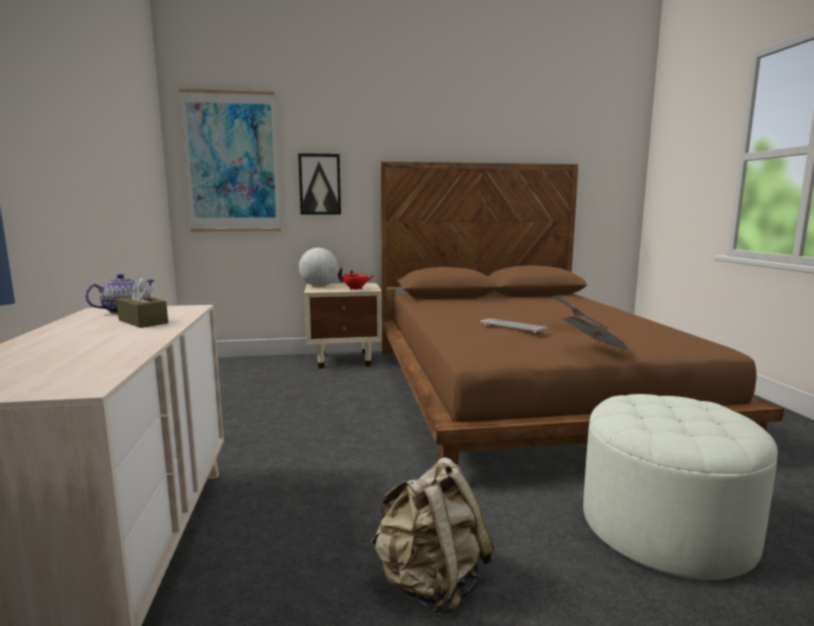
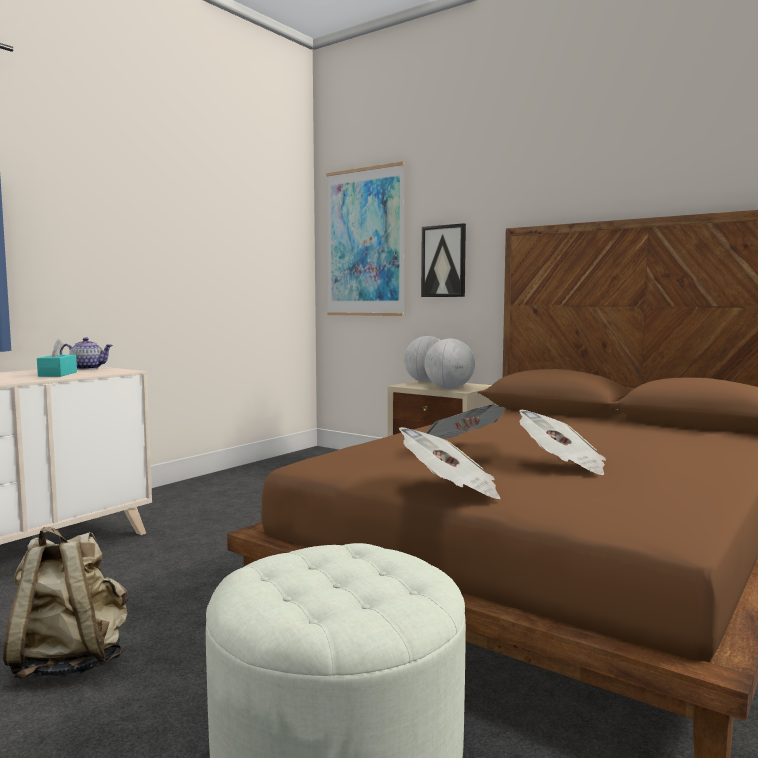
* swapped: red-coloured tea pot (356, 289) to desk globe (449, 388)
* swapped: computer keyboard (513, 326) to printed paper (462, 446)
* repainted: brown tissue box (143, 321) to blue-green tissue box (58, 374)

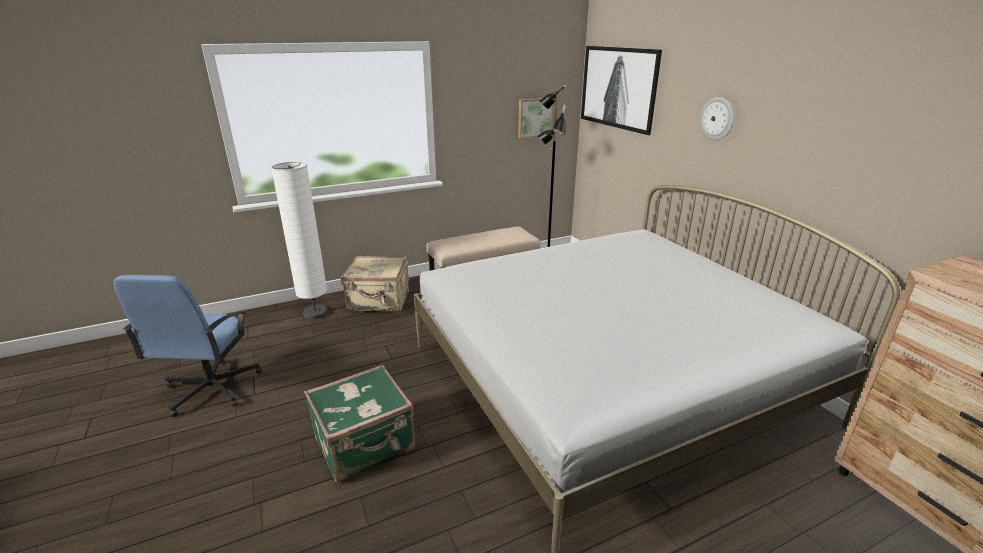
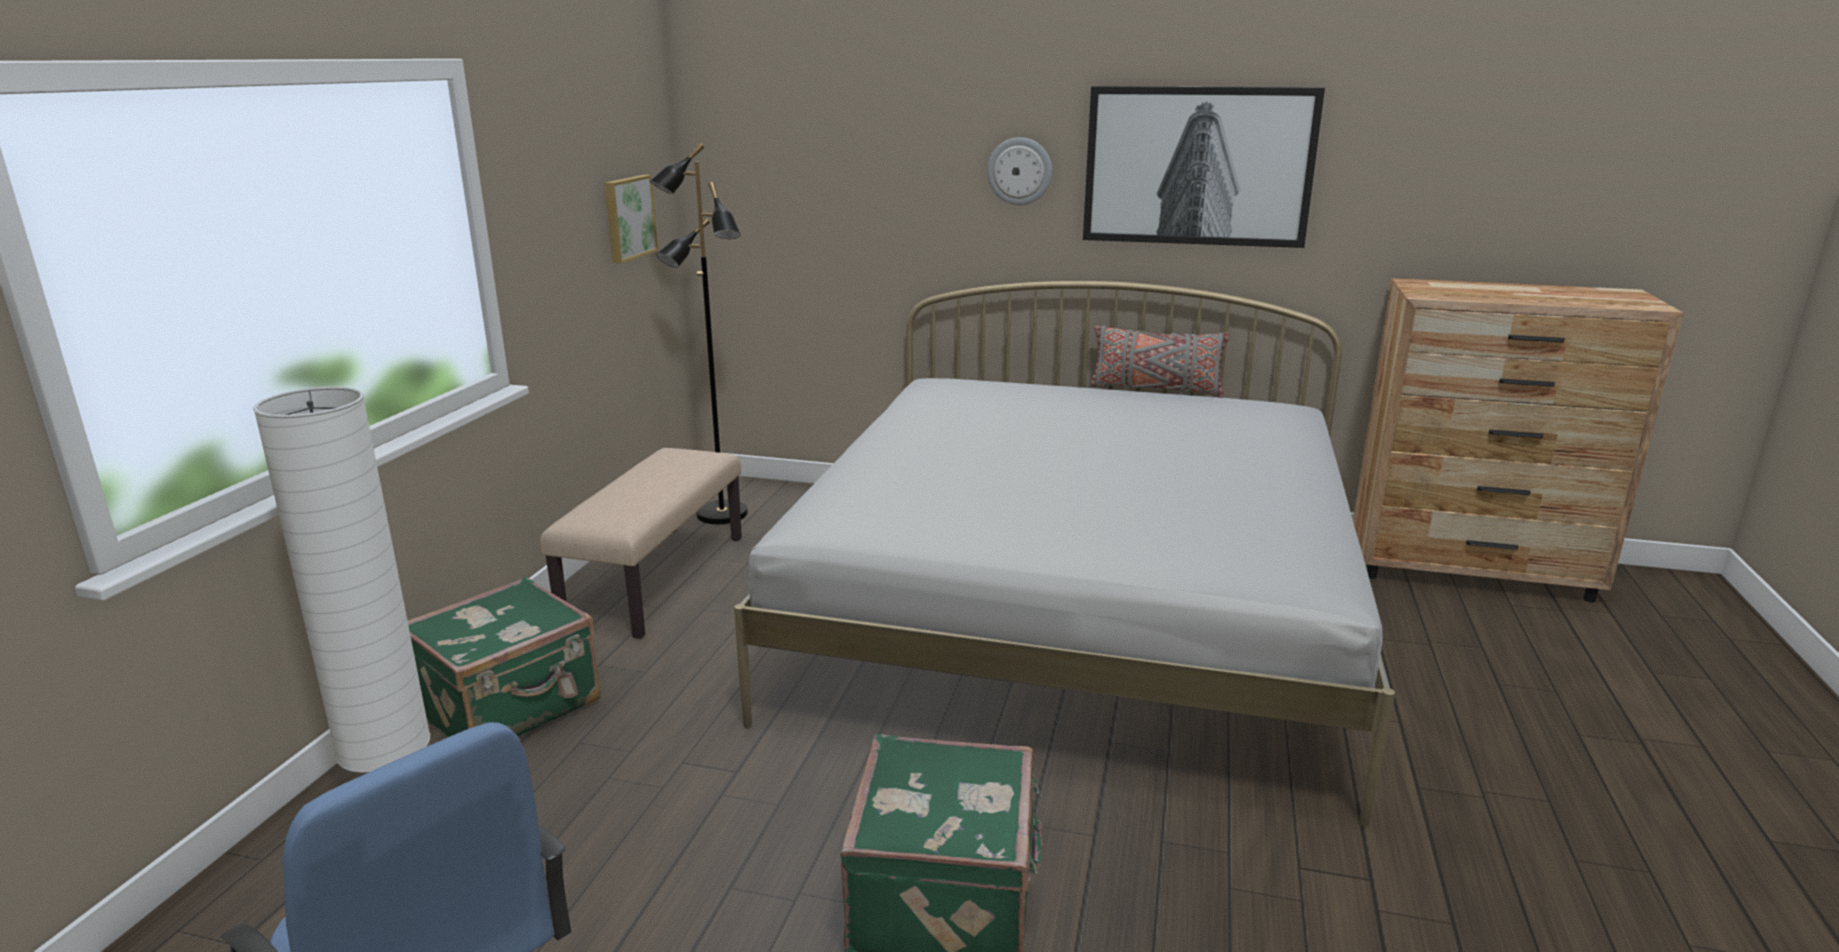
* new: greyish throw pillow (1155, 389)
* shifted: picture (618, 88) to (1198, 166)
* repainted: beige piece of luggage (379, 301) to green piece of luggage (511, 708)

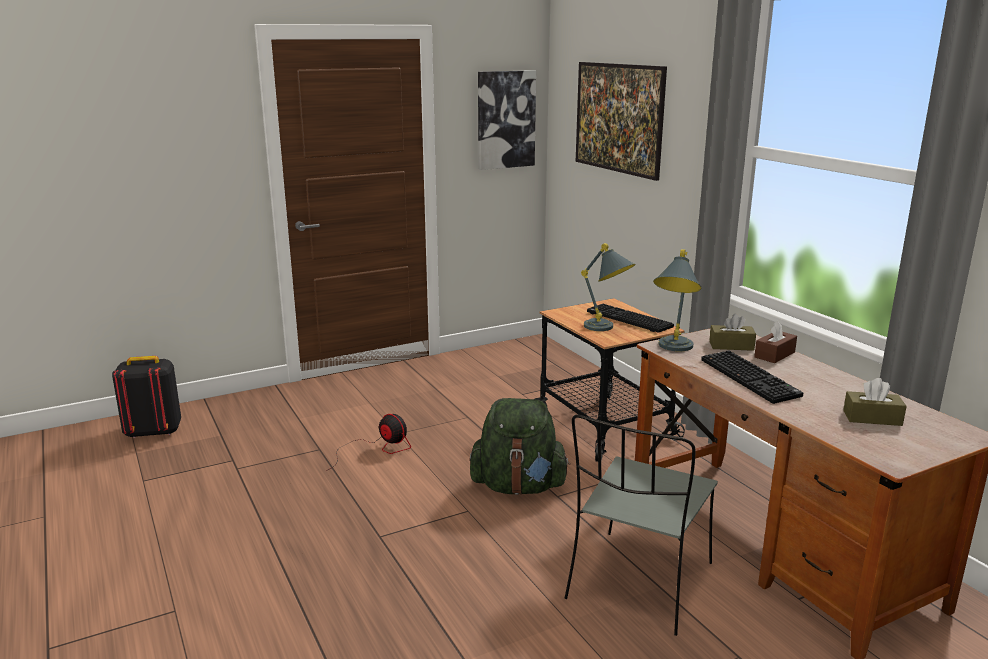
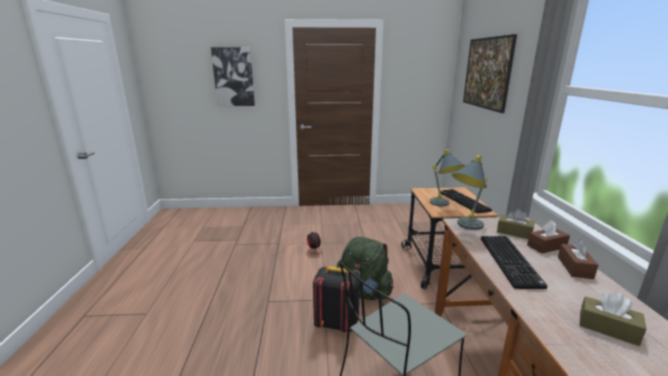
* new: brown tissue box (574, 267)
* shifted: blackish backpack (153, 432) to (336, 323)
* shifted: picture (505, 119) to (233, 77)

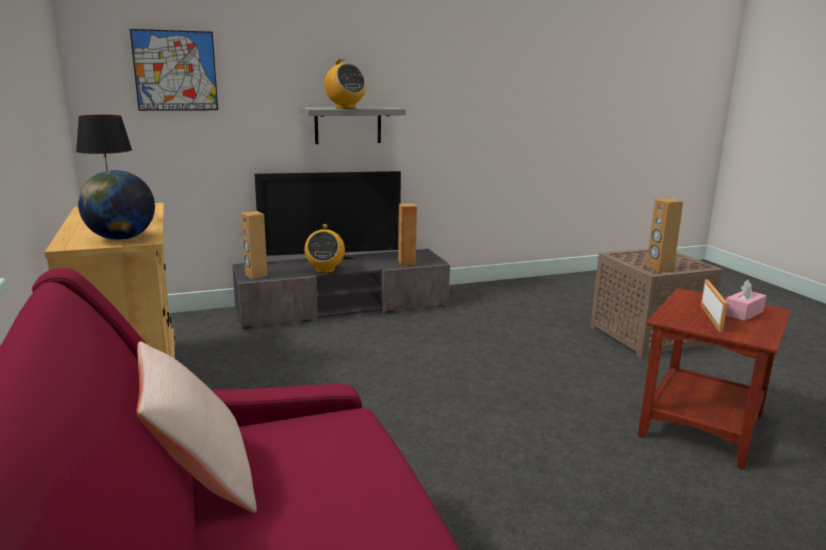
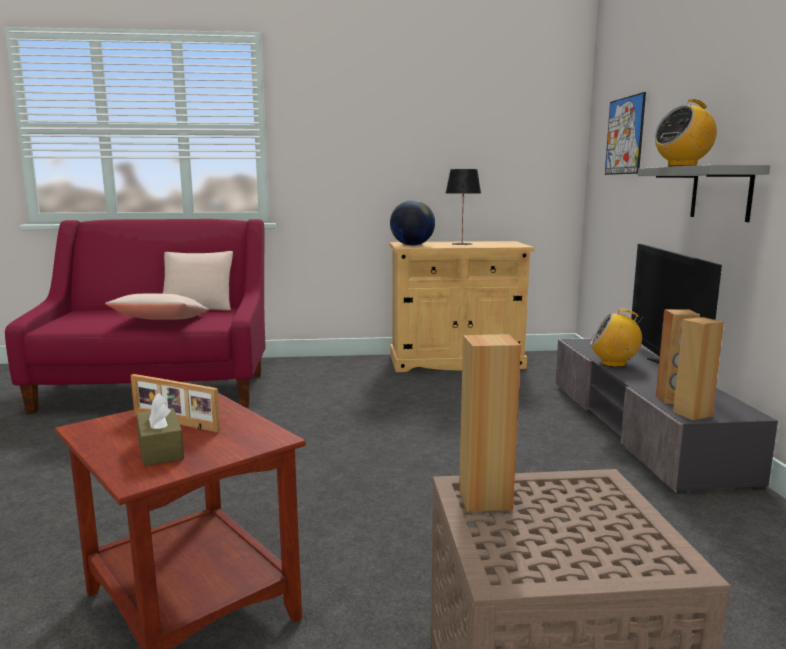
* new: beige throw pillow (161, 322)
* shifted: brown speaker (256, 275) to (691, 414)
* repainted: pink tissue box (743, 313) to brown tissue box (160, 449)

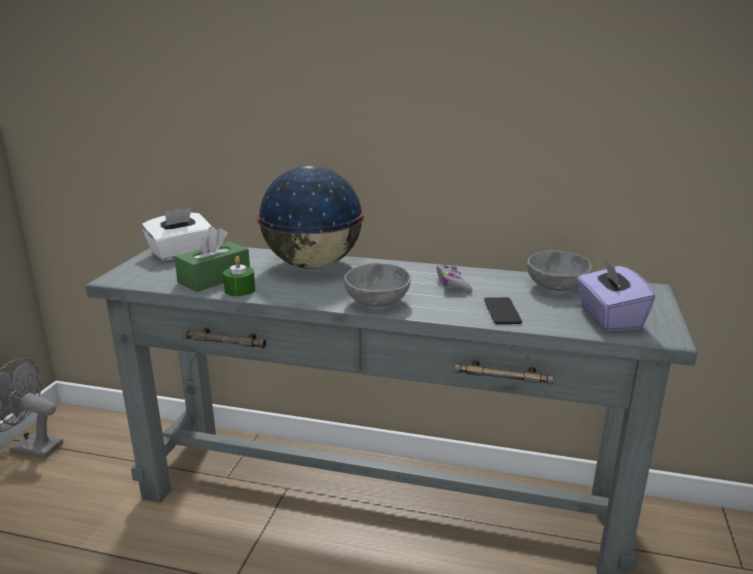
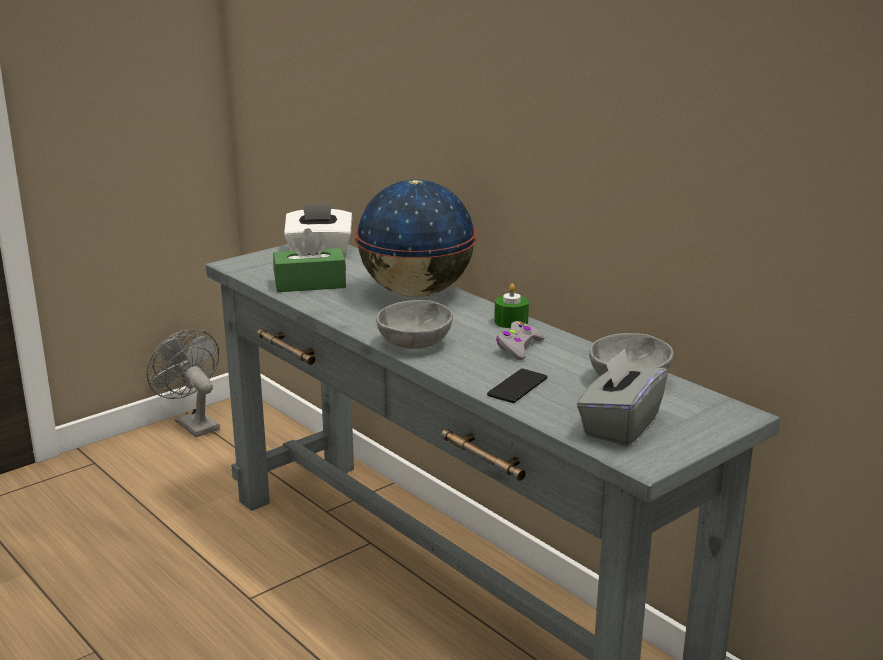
* shifted: green wax candle (240, 290) to (511, 321)
* repainted: purplish tissue box (609, 318) to greyish tissue box (619, 426)

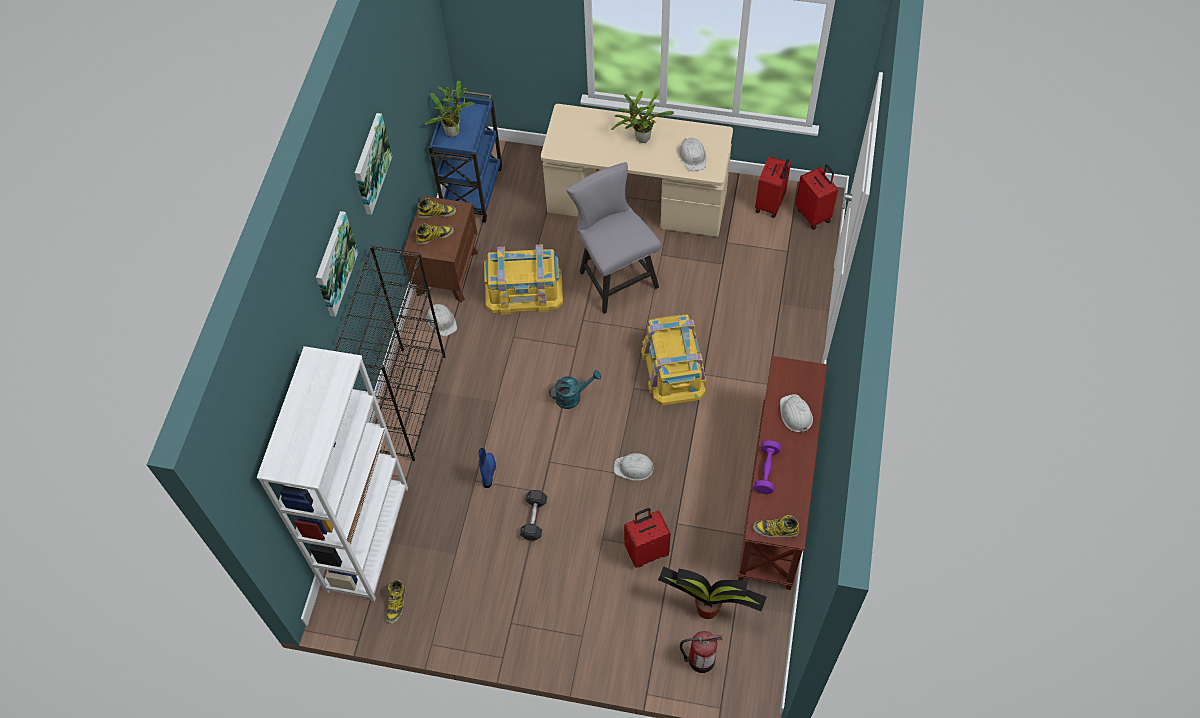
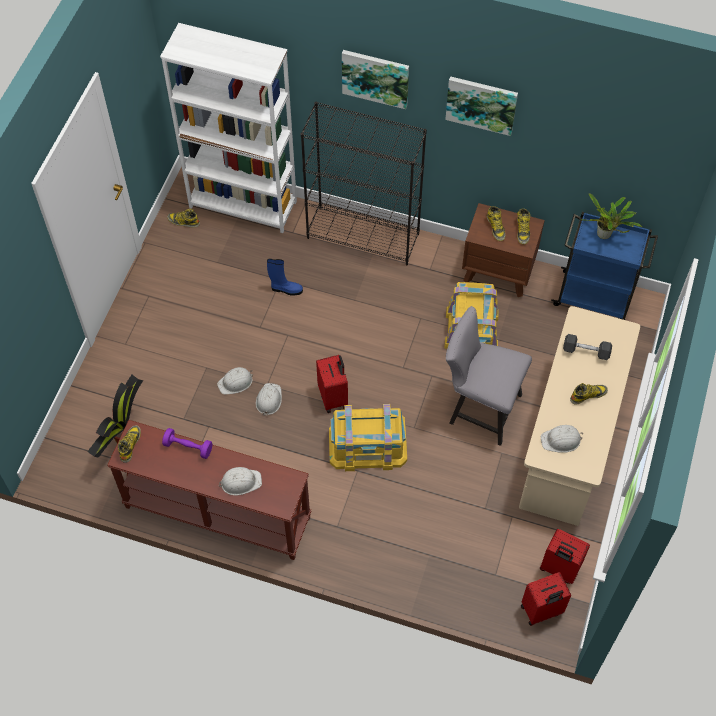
* gone: blue-green sprinkling can (573, 396)
* gone: fire extinguisher (699, 660)
* shifted: white work helmet (441, 321) to (236, 382)
* shifted: greyish dumbbell (534, 518) to (586, 351)
* shifted: red-coloured piece of luggage (646, 551) to (334, 397)
* swapped: houseplant (640, 138) to boot (588, 395)
* rotated: greyish chair (614, 276) = (479, 408) 135 degrees counterclockwise

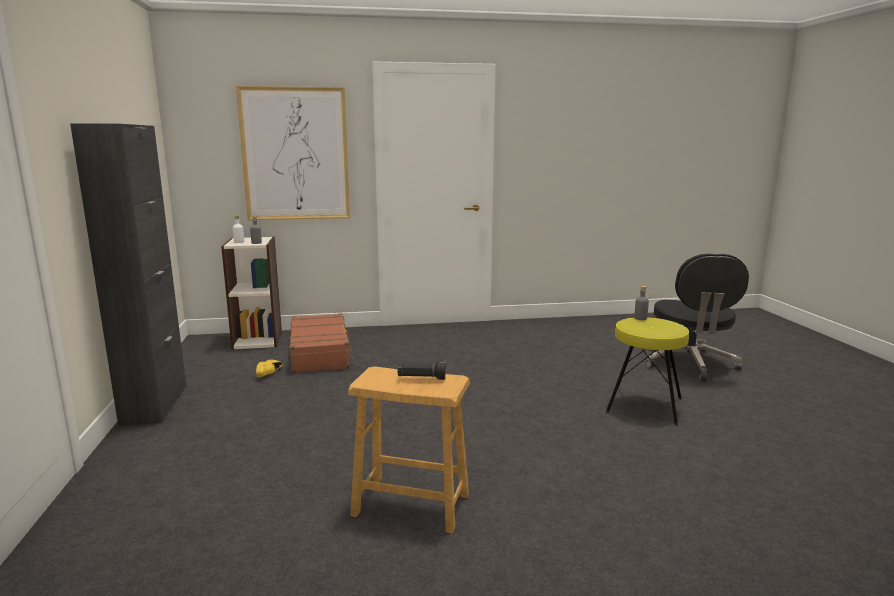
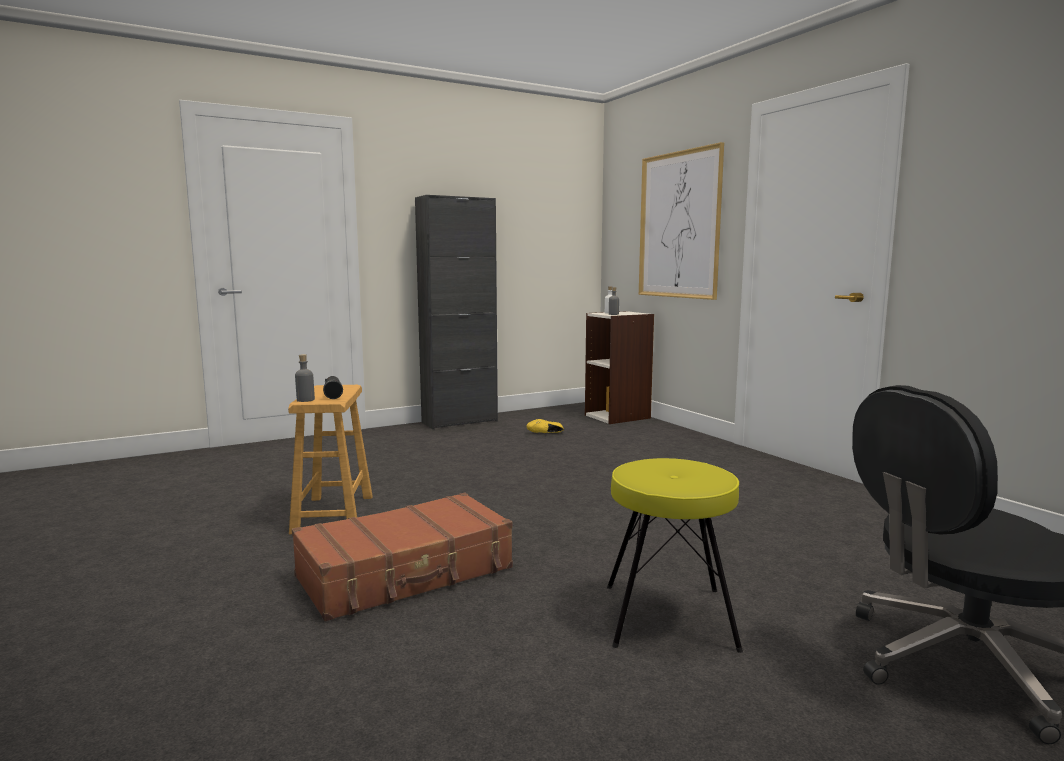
* shifted: brown piece of luggage (320, 353) to (406, 573)
* shifted: greyish beverage bottle (640, 318) to (305, 400)

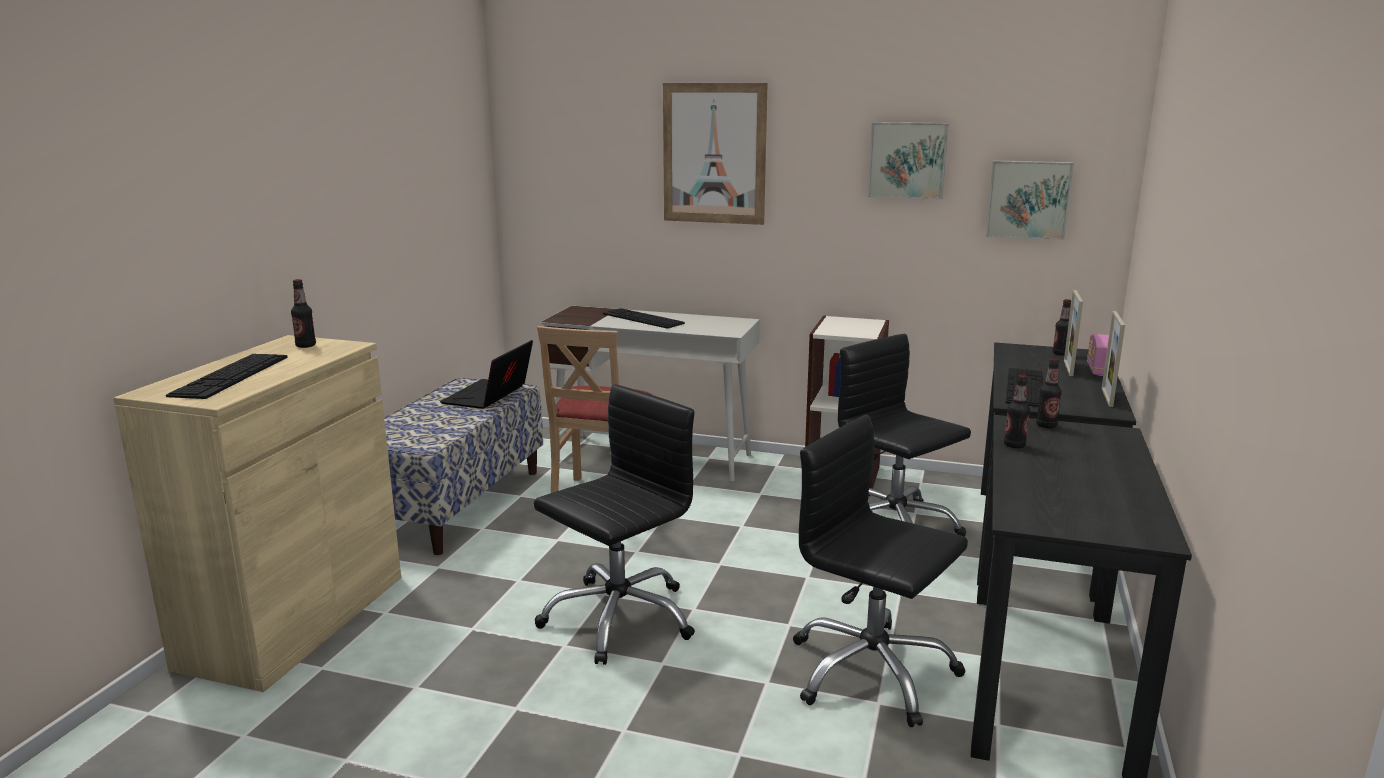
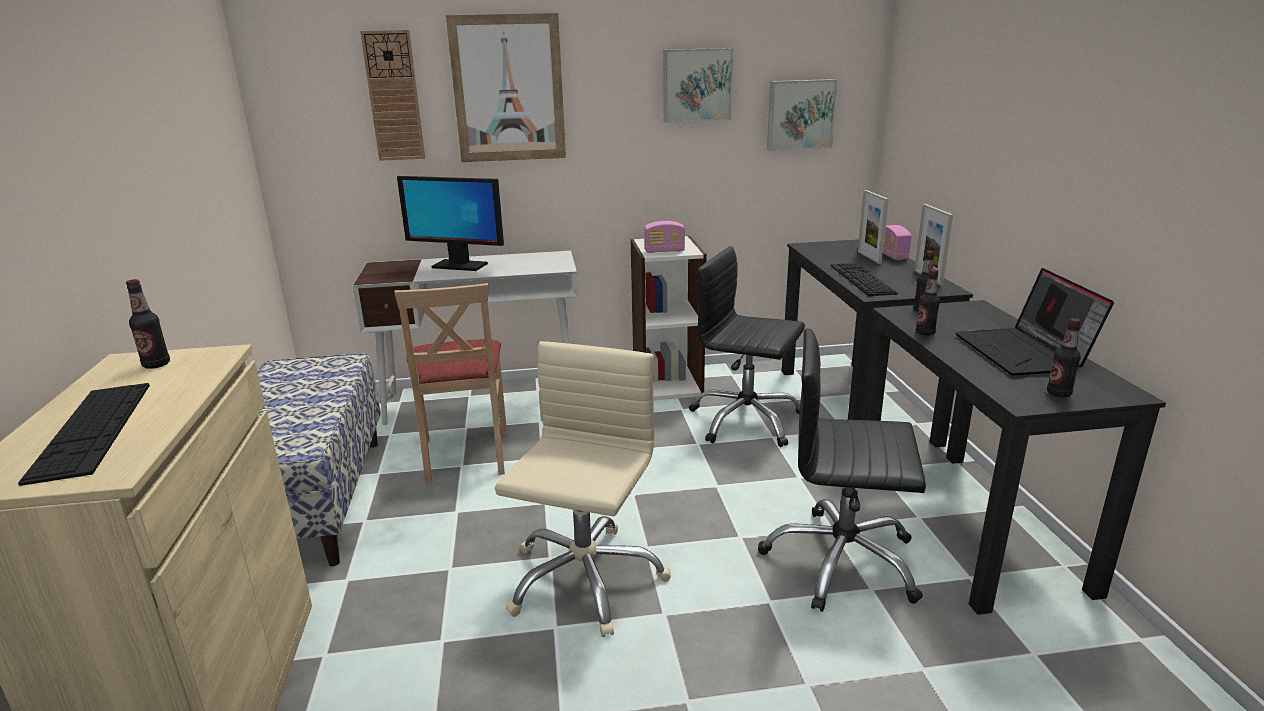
* new: wall clock (394, 96)
* new: radio set (664, 251)
* shifted: portable computer (489, 396) to (1024, 353)
* shifted: beverage bottle (1060, 353) to (1058, 393)
* swapped: computer keyboard (643, 318) to computer display (459, 266)
* repainted: blackish office chair (618, 618) to beige office chair (584, 579)

